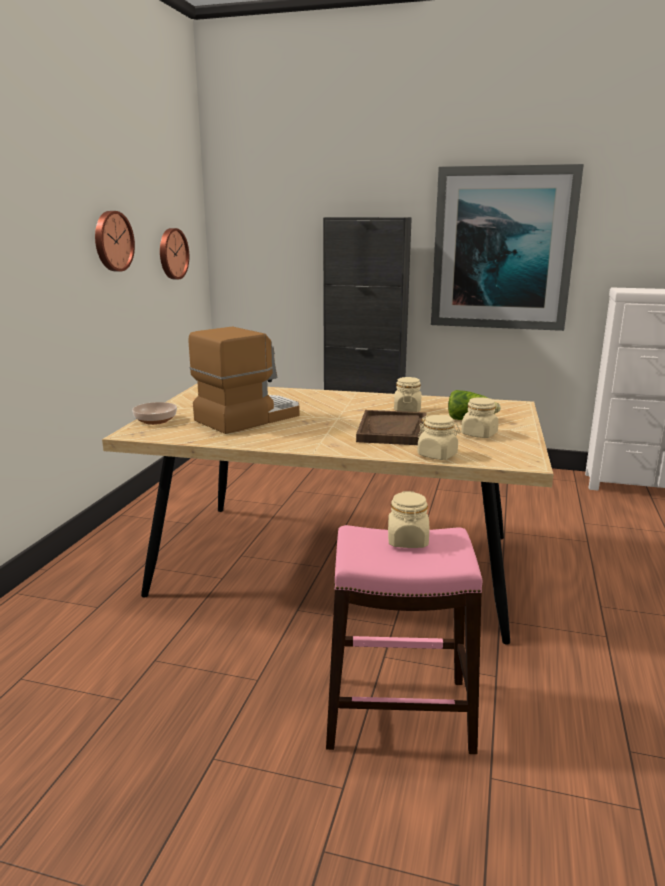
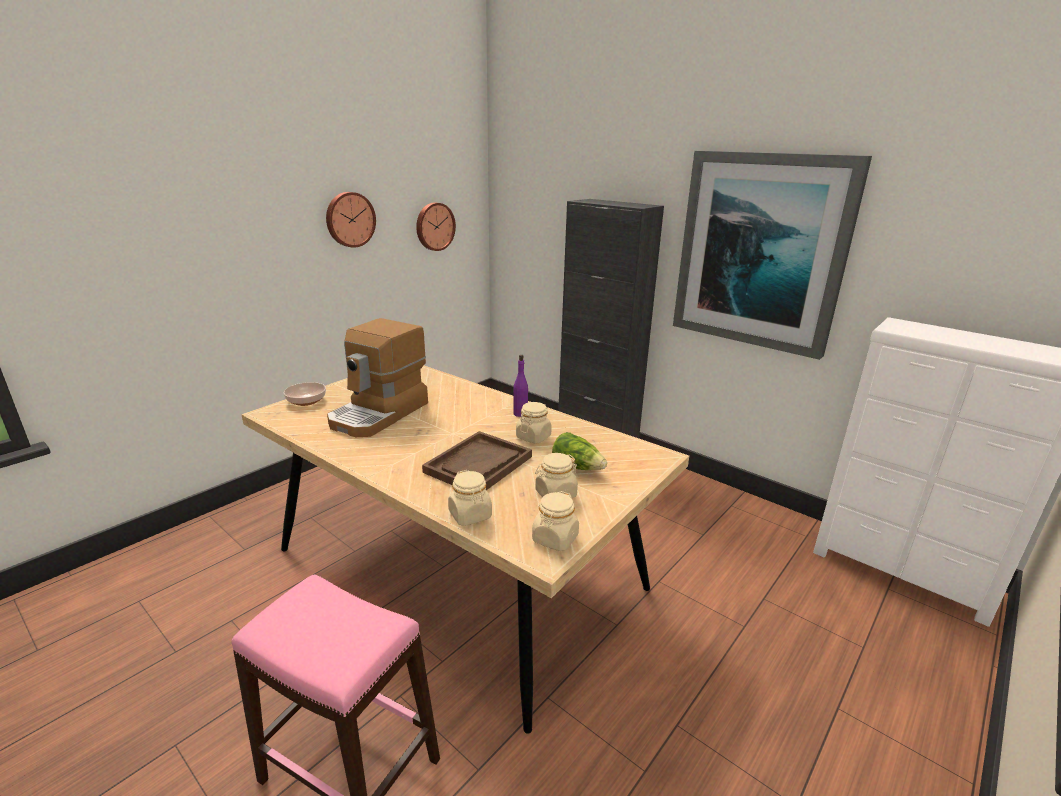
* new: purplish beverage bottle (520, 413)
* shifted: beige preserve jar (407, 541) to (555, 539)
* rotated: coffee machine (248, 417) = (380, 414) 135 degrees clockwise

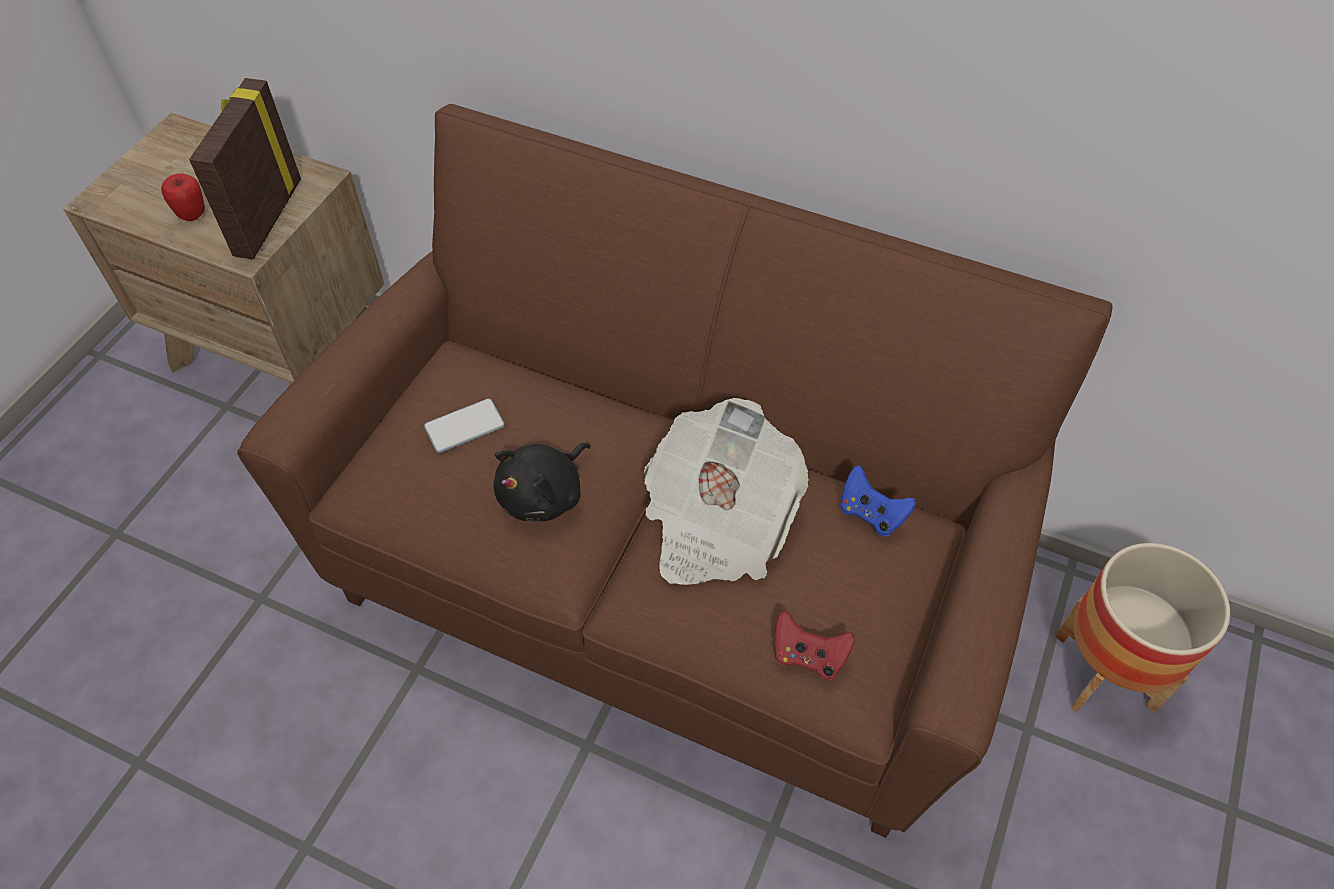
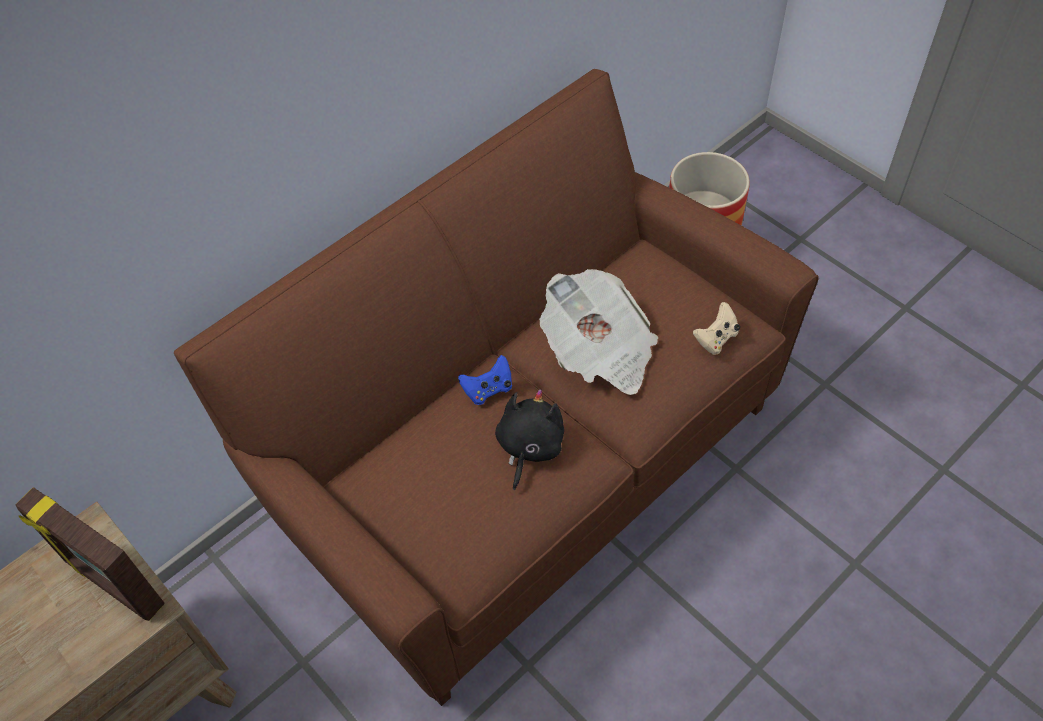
* gone: apple (192, 214)
* gone: phone (464, 427)
* shifted: blue game controller (871, 514) to (488, 389)
* repainted: red-coloured game controller (808, 656) to beige game controller (716, 339)
* rotated: blackish plush toy (544, 494) = (529, 447) 135 degrees counterclockwise

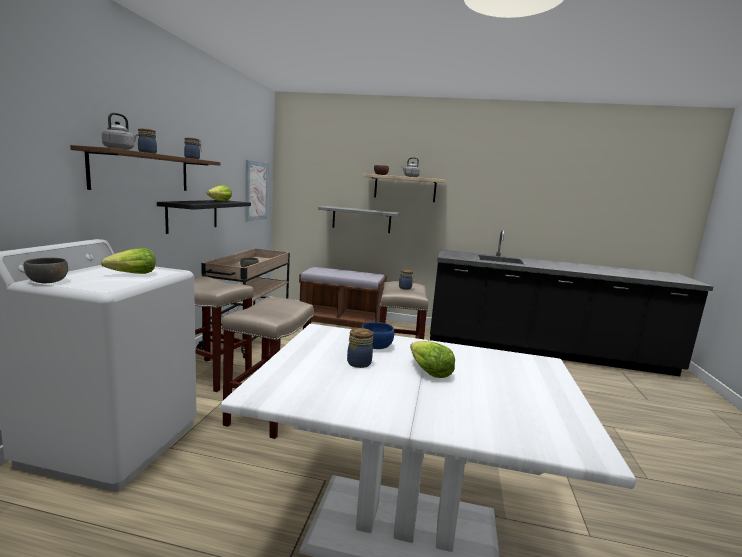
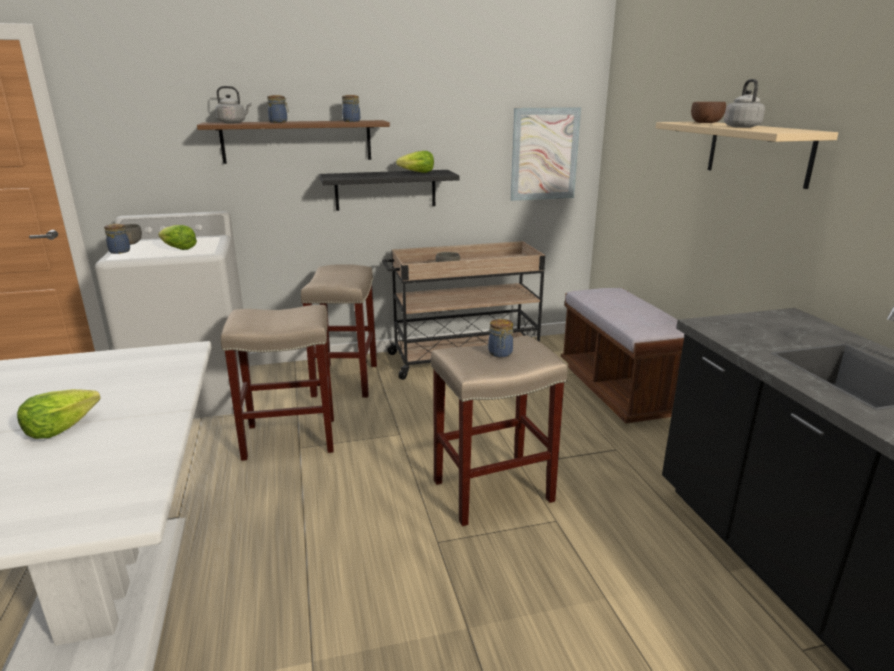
* gone: greyish bracket shelf (361, 219)
* gone: blue deep dish (376, 346)
* shifted: preserve jar (358, 363) to (120, 251)

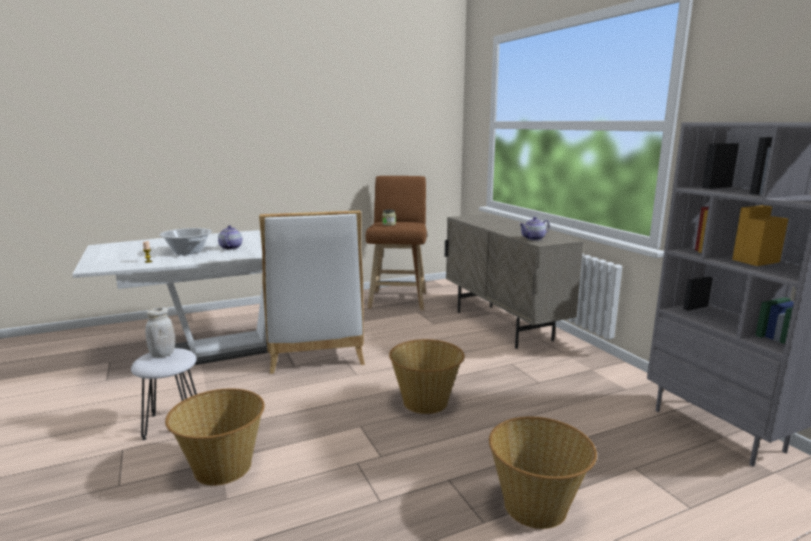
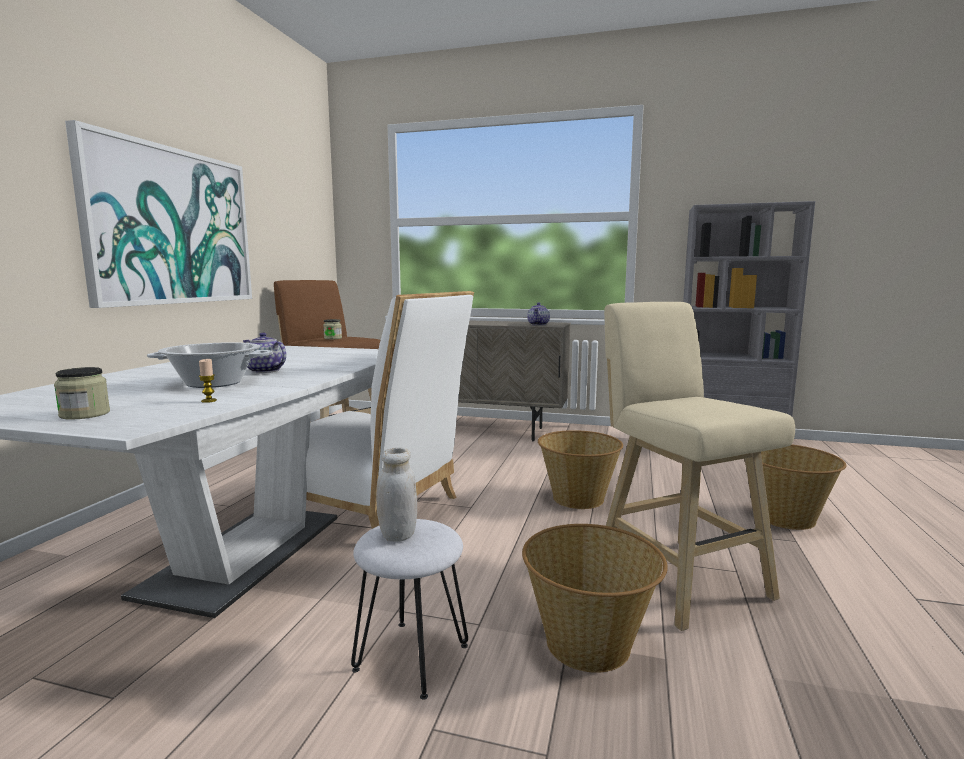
* new: preserve jar (85, 414)
* new: picture (172, 227)
* new: beige sitting stool (676, 576)

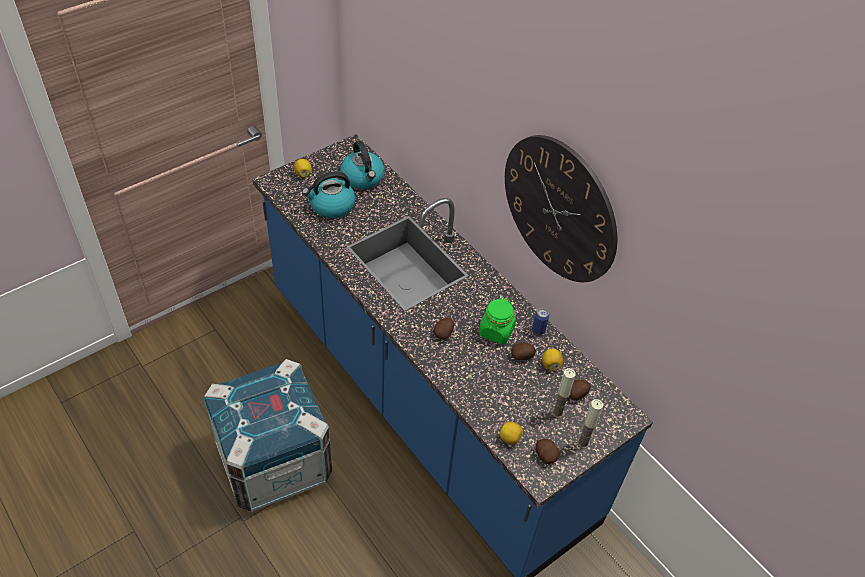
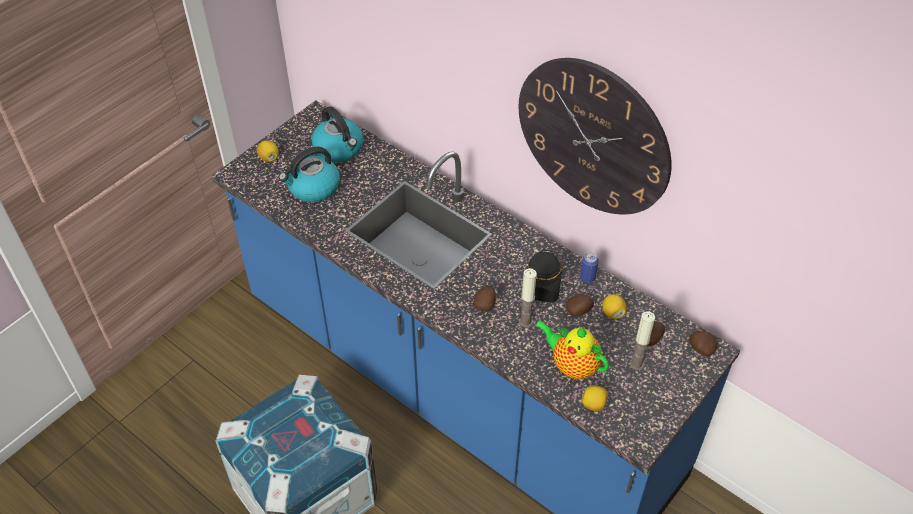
* new: tea pot (572, 365)
* shifted: potato (545, 455) to (700, 349)
* shifted: wax candle (583, 443) to (525, 322)
* repainted: green preserve jar (496, 331) to blackish preserve jar (542, 289)

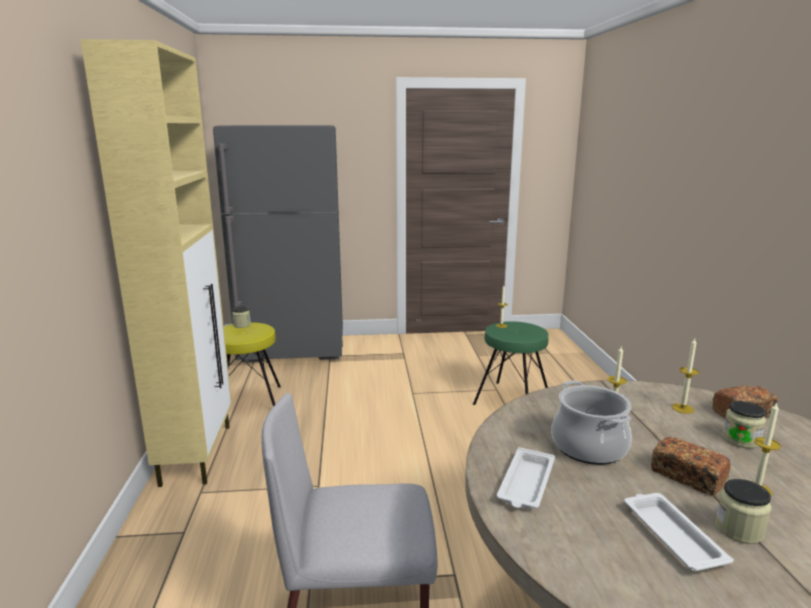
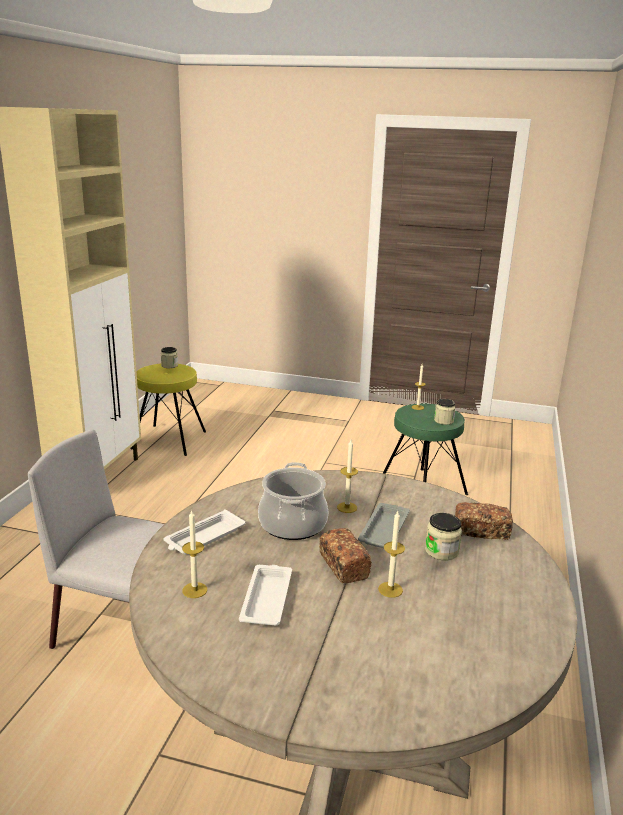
* gone: greyish refrigerator (294, 351)
* new: greyish carrying tray (384, 529)
* shifted: wax candle (682, 408) to (194, 590)
* shifted: preserve jar (738, 529) to (443, 421)

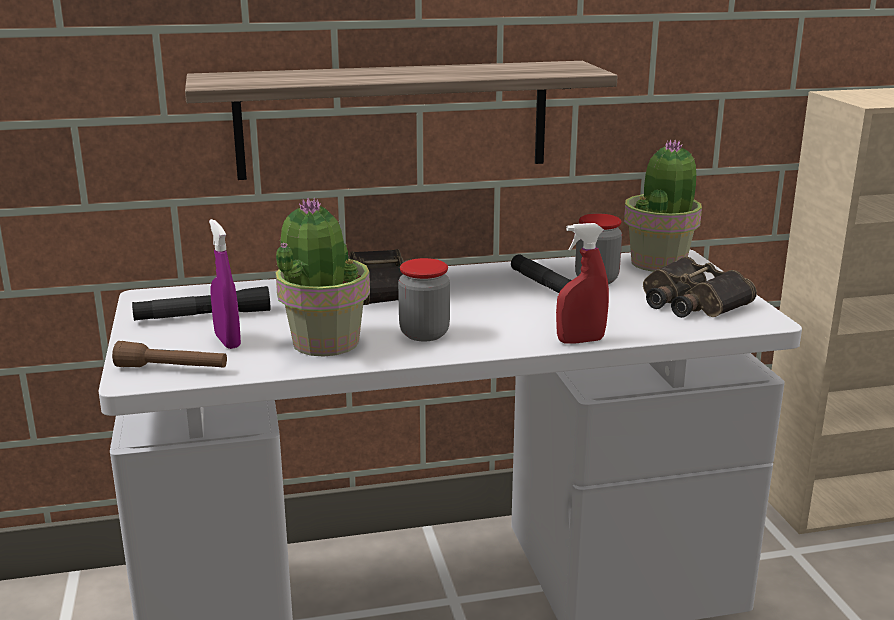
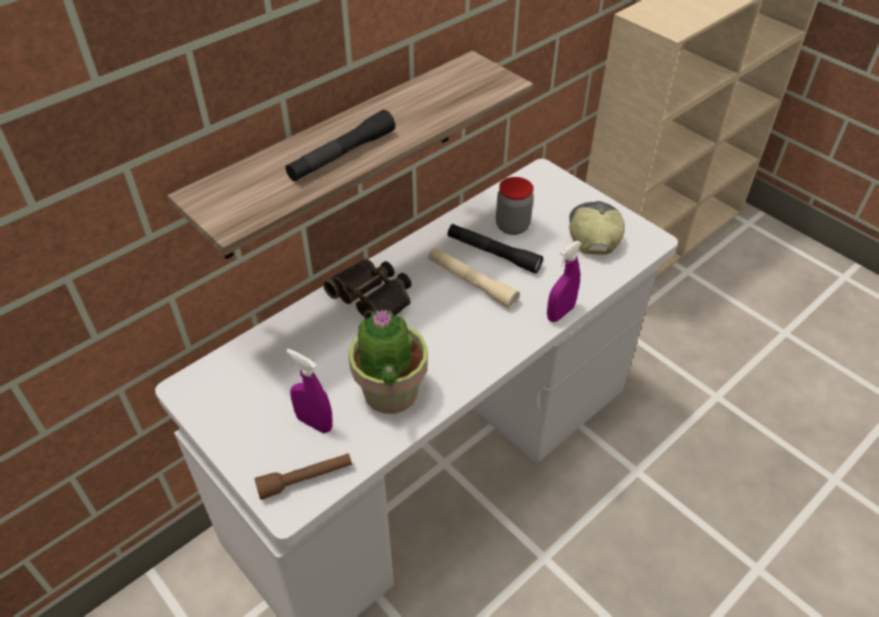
* gone: preserve jar (424, 334)
* gone: houseplant (659, 263)
* new: beige hand torch (471, 283)
* shifted: blackish hand torch (203, 316) to (342, 155)
* swapped: pair of binoculars (690, 302) to cap (592, 233)
* repainted: red-coloured spray bottle (580, 341) to purplish spray bottle (560, 313)

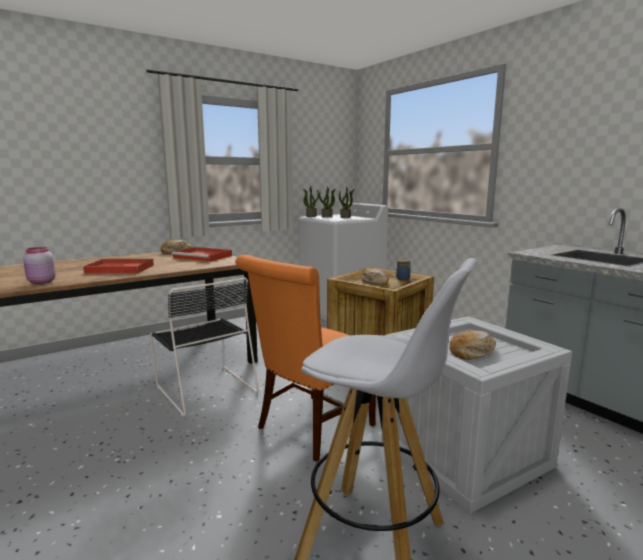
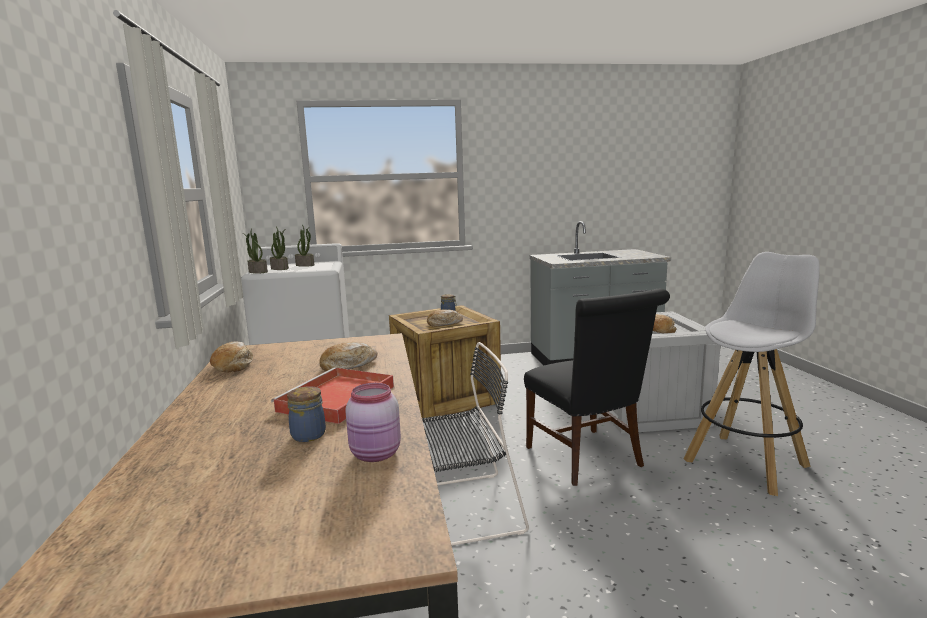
* gone: red-coloured carrying tray (204, 257)
* new: preserve jar (309, 434)
* new: baked bread (348, 365)
* repainted: orangey chair (310, 428) to blackish chair (588, 459)

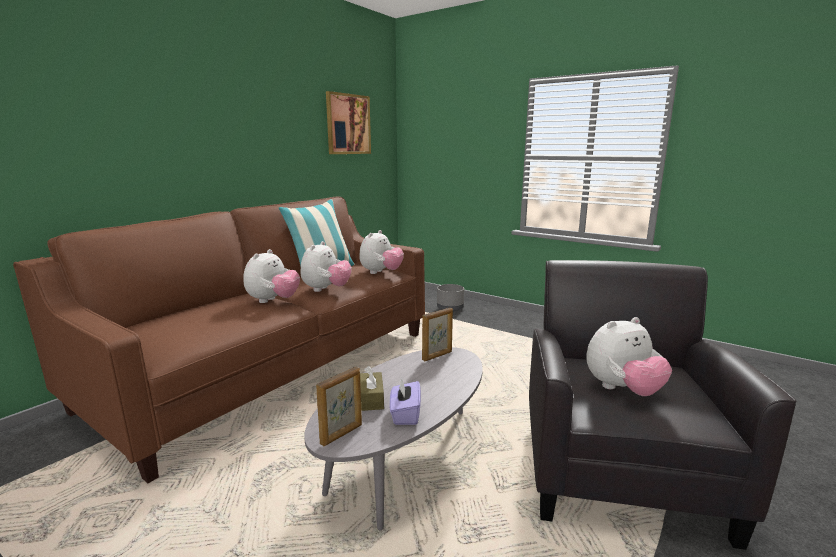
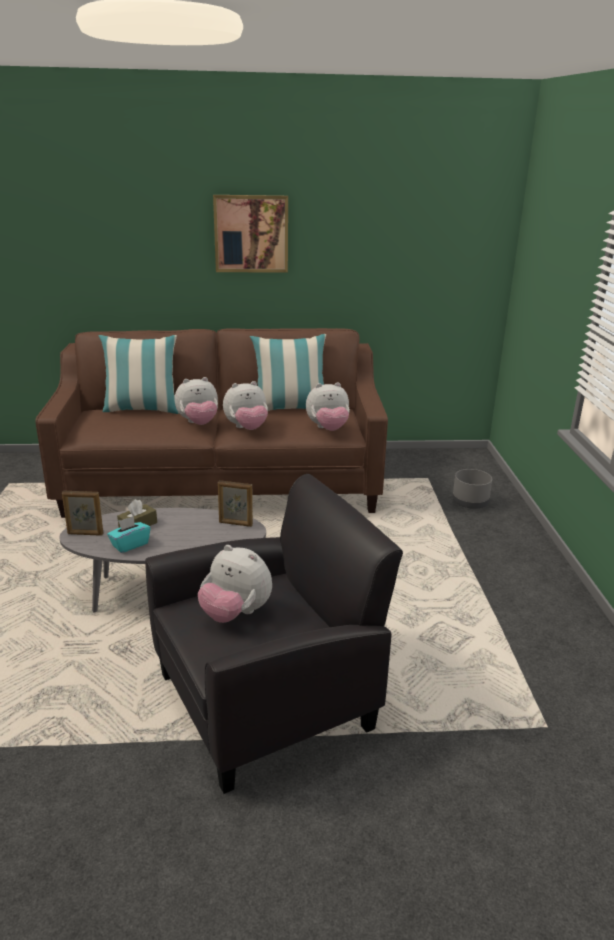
* new: throw pillow (142, 409)
* shifted: picture (348, 124) to (251, 234)
* repainted: purplish tissue box (405, 414) to blue-green tissue box (130, 545)

